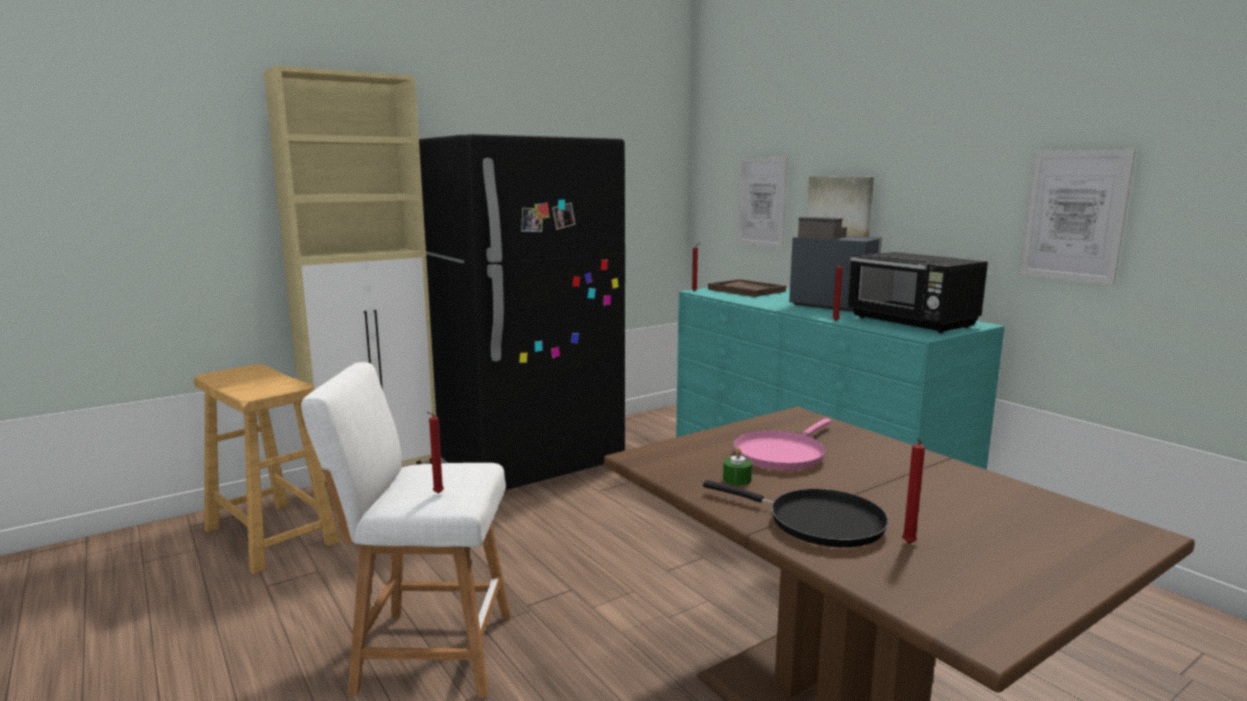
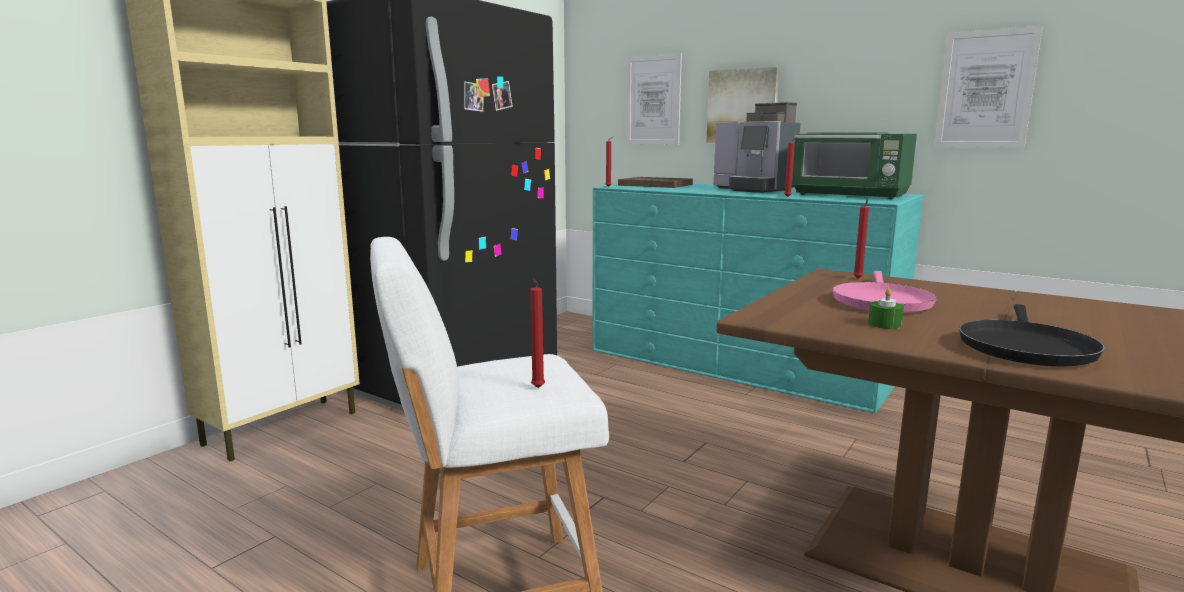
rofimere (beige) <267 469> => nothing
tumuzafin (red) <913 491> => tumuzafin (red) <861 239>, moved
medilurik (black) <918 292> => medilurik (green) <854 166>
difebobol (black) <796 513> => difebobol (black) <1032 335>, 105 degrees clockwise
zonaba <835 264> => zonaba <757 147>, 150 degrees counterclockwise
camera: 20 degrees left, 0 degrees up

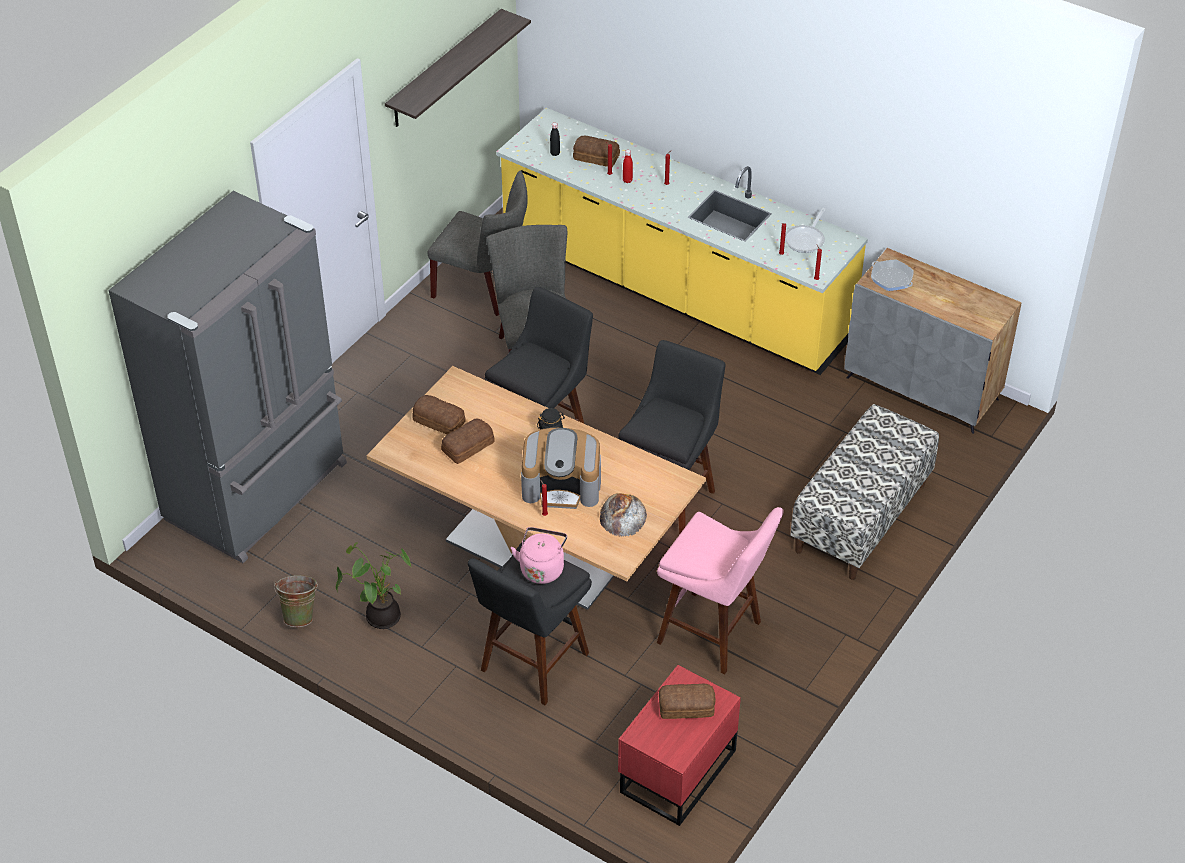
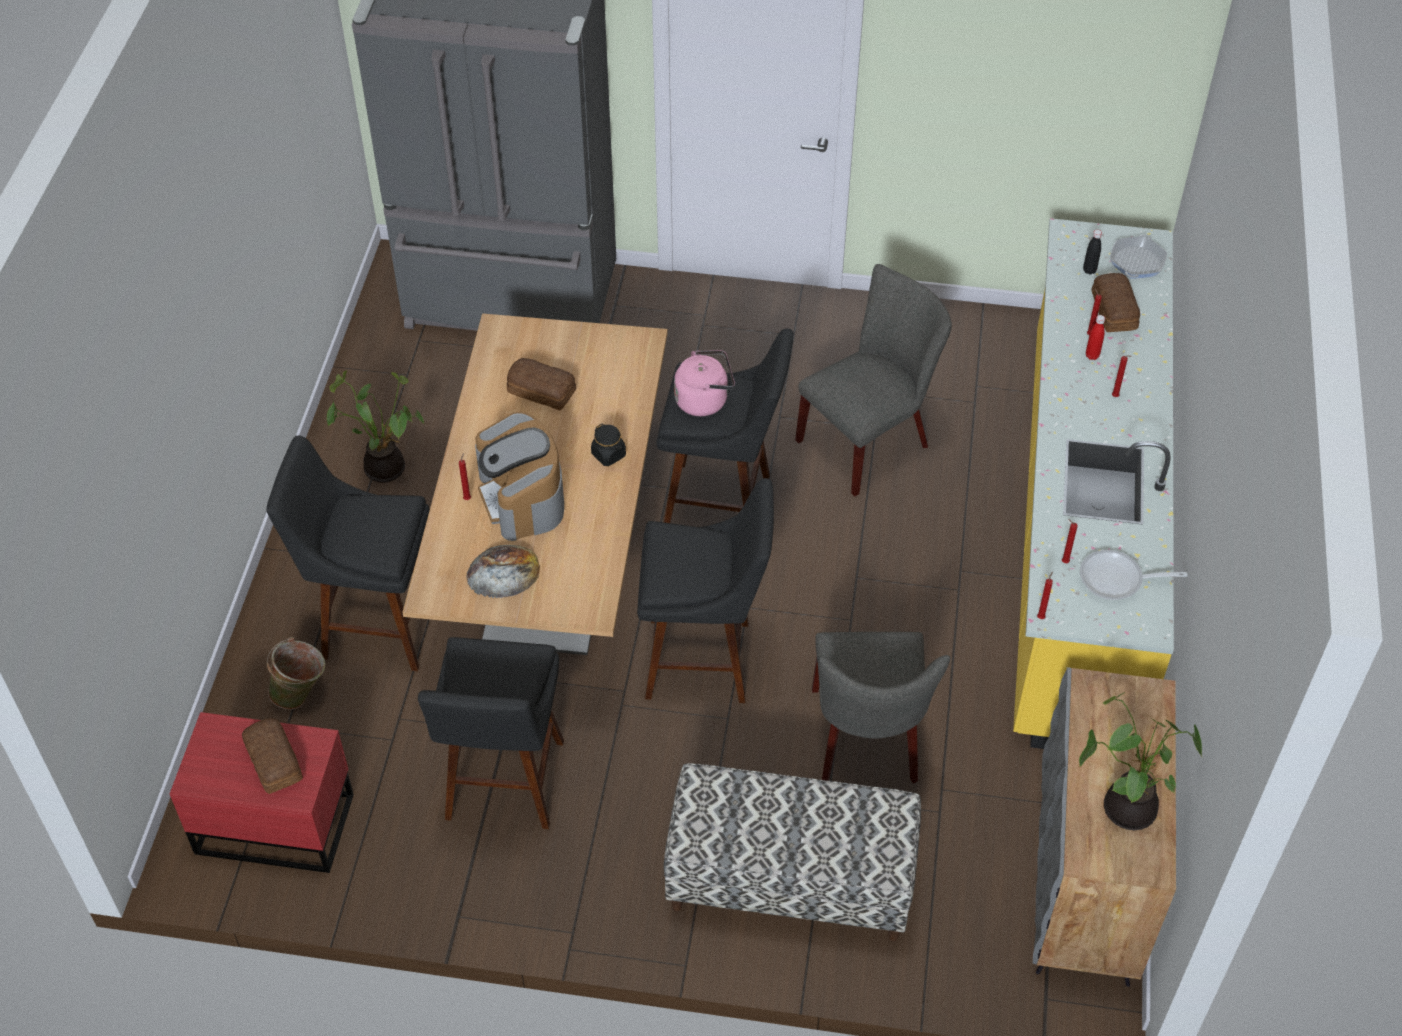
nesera <458 68> => nothing
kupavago <439 415> => nothing
nothing => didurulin <1140 761>
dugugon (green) <296 601> => dugugon (green) <296 673>, moved
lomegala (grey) <477 243> => lomegala (grey) <881 708>, moved
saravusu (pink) <539 555> => saravusu (pink) <704 383>, moved
difebobol <892 275> => difebobol <1138 256>, moved
rofimere (pink) <720 590> => rofimere (black) <491 733>
camera: 65 degrees right, 5 degrees up

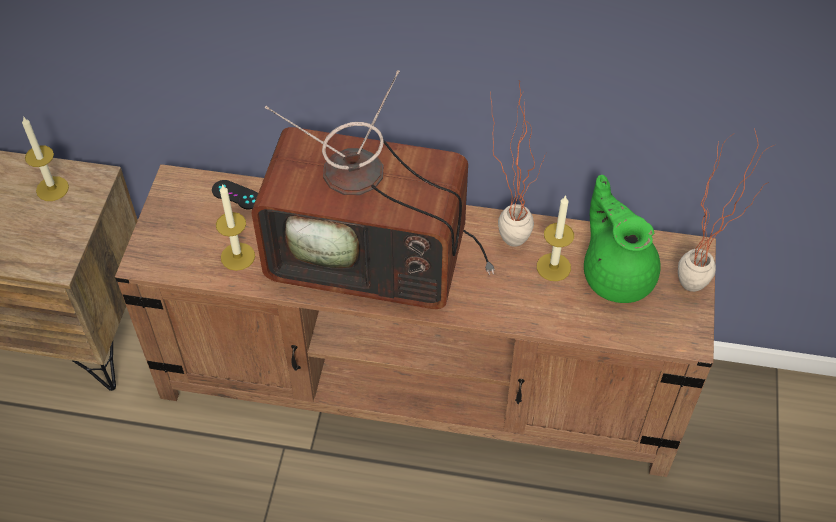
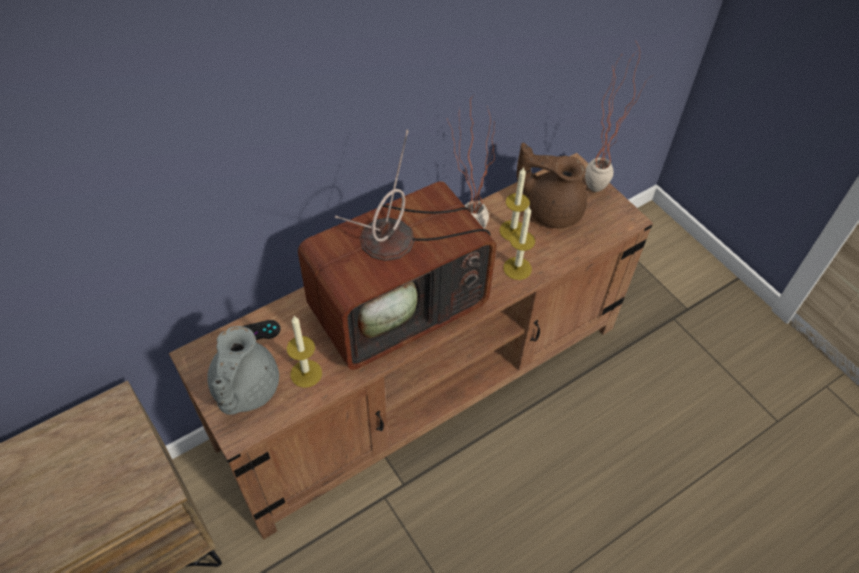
nothing => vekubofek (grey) <243 370>
tumuzafin <45 158> => tumuzafin <519 243>, moved
vekubofek (green) <622 239> => vekubofek (brown) <552 185>
camera: 45 degrees left, 0 degrees up

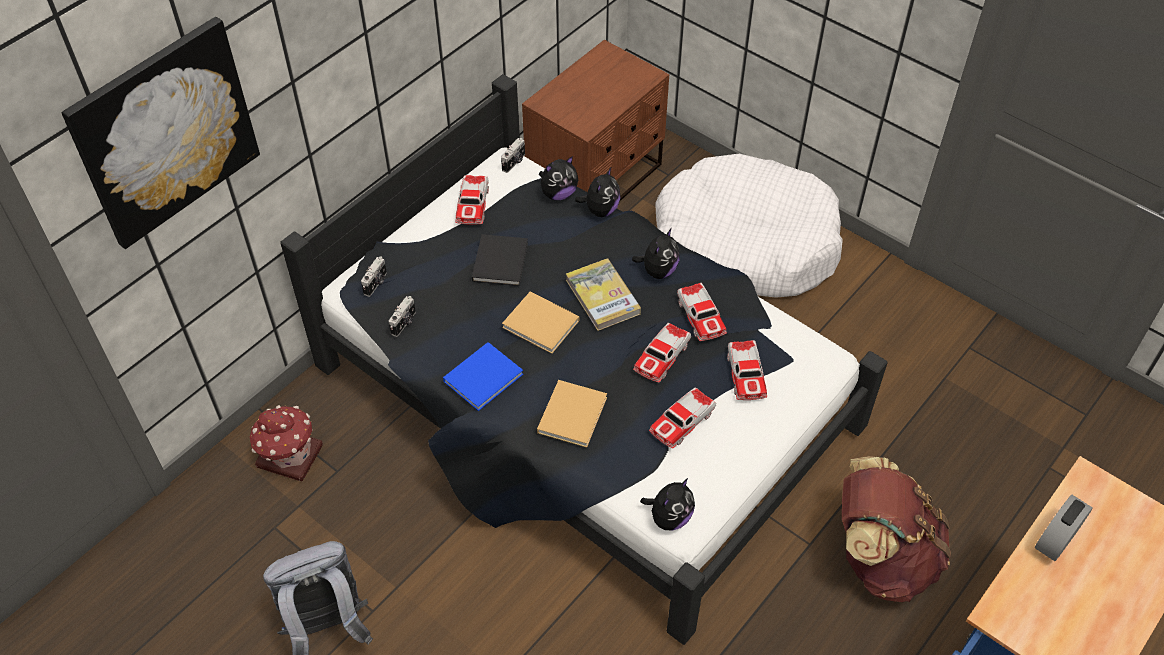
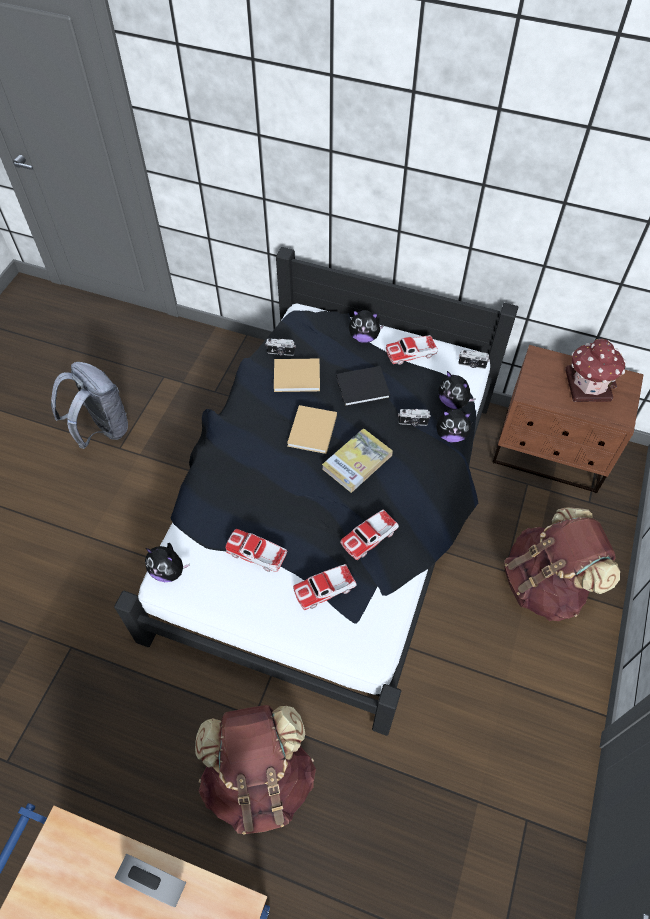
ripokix <160 133> => nothing
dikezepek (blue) <483 376> => nothing
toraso <662 353> => nothing
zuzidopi <286 443> => zuzidopi <595 370>, moved
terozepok <374 276> => terozepok <414 417>, moved
dikezepek (beige) <572 414> => dikezepek (beige) <297 375>, moved
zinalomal <656 253> => zinalomal <366 326>, moved
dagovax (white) <749 226> => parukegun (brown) <562 564>
camera: 70 degrees right, 5 degrees up

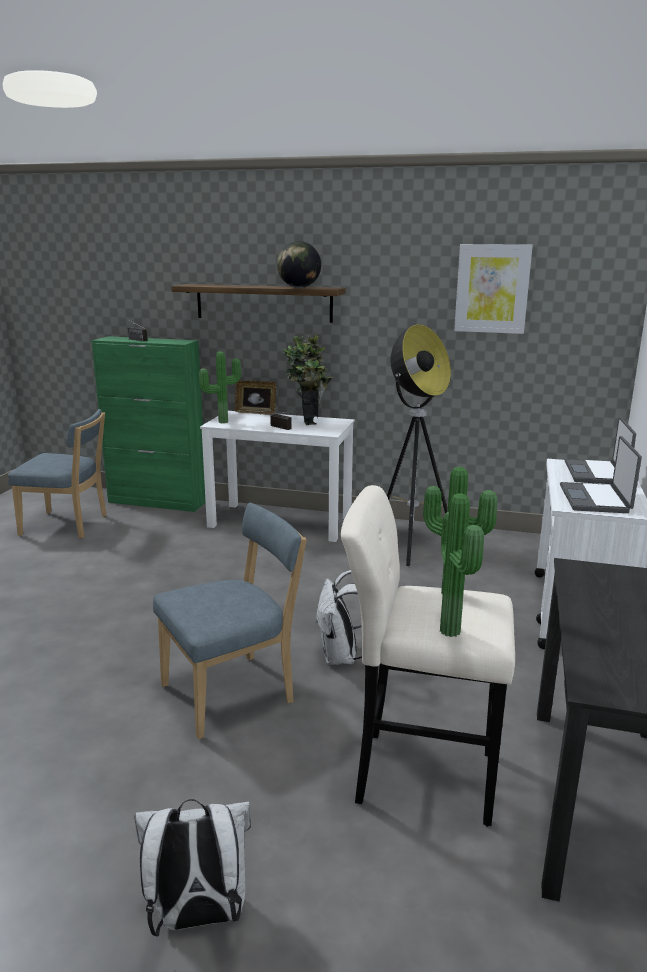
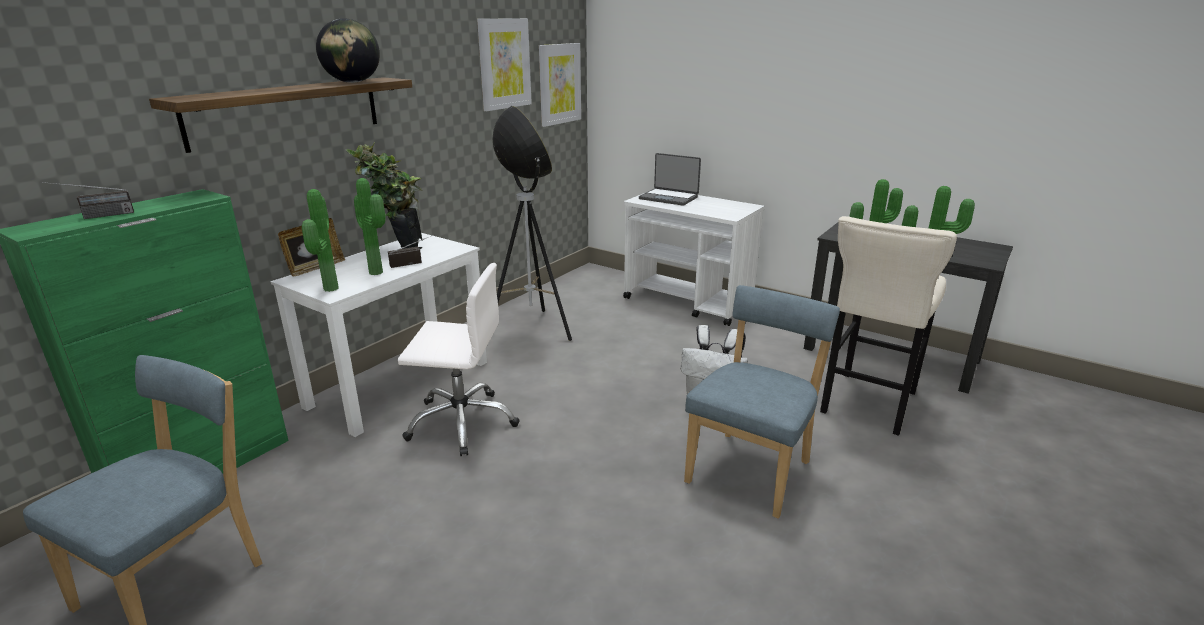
parukegun (white) <192 868> => nothing
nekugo <601 474> => nothing
nothing => didurulin <370 226>
nothing => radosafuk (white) <459 359>
nothing => ripokix <560 85>
lomegala (blue) <230 621> => lomegala (blue) <762 402>, 45 degrees clockwise
camera: 70 degrees left, 5 degrees up

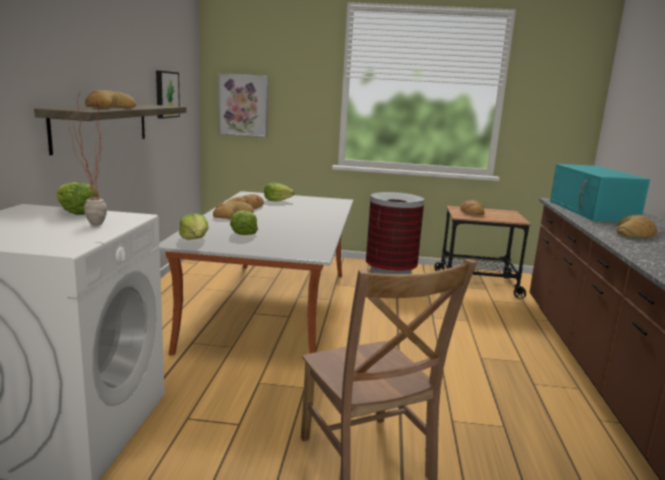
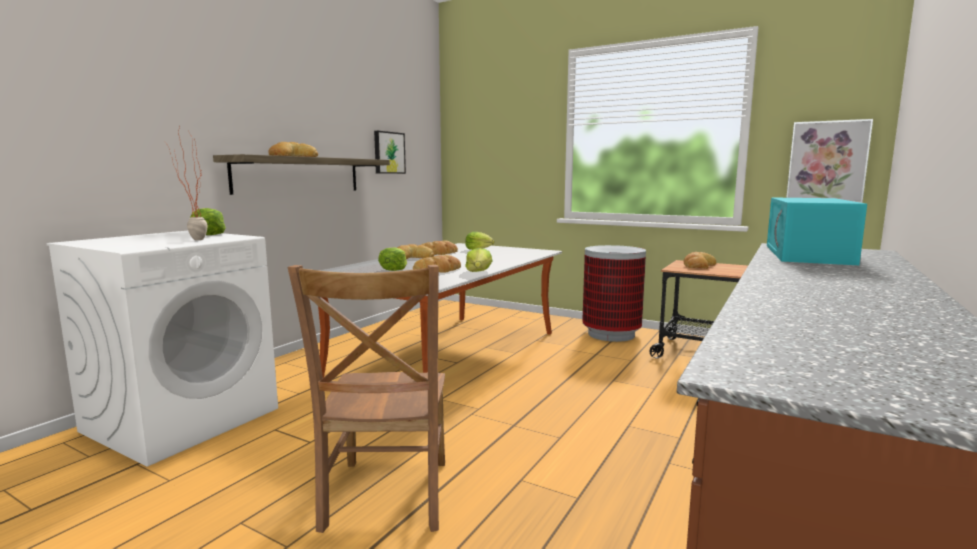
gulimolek <194 226> => gulimolek <478 260>, moved
ripokix <243 105> => ripokix <829 161>, moved
kupavago <636 226> => kupavago <437 264>, moved
camera: 25 degrees right, 5 degrees down

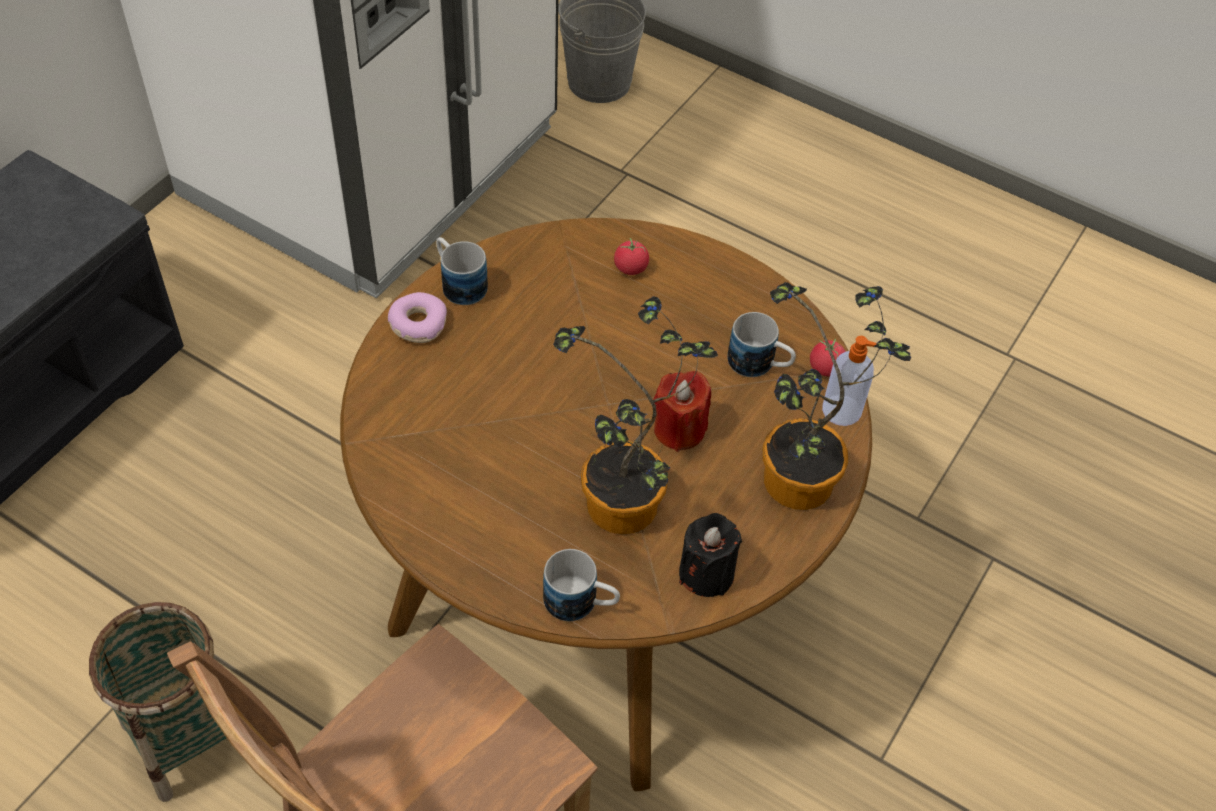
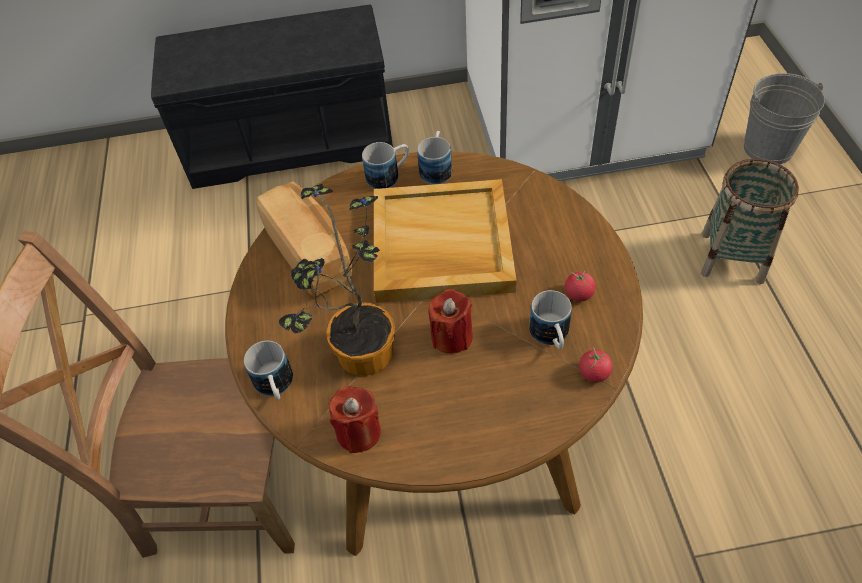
didurulin <836 396> => nothing
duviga <853 381> => nothing
nothing => kupavago <304 239>
nothing => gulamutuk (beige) <445 241>
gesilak <157 702> => gesilak <750 221>, moved
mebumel <631 256> => mebumel <580 285>, moved
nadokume <417 317> => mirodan <385 165>
tumuzafin (black) <710 555> => tumuzafin (red) <354 419>
camera: 55 degrees right, 0 degrees up

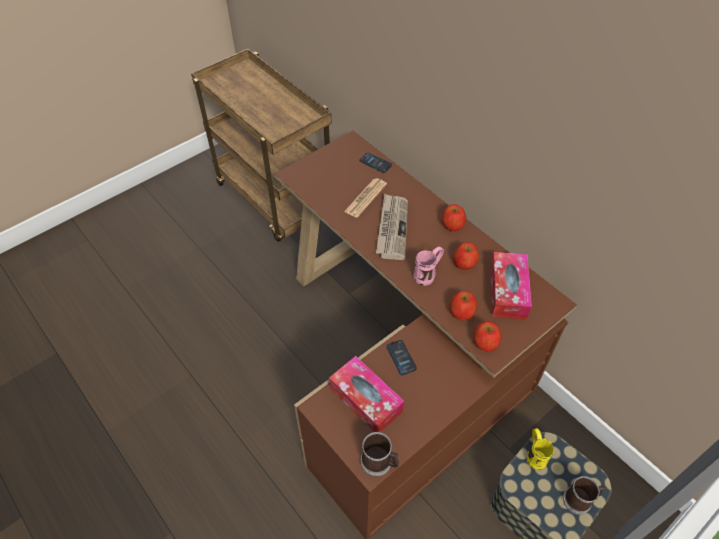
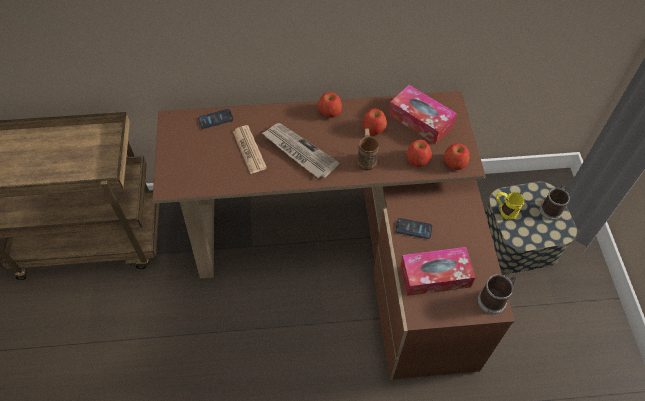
mirodan (pink) <429 266> => mirodan (brown) <368 149>
camera: 55 degrees left, 5 degrees up

